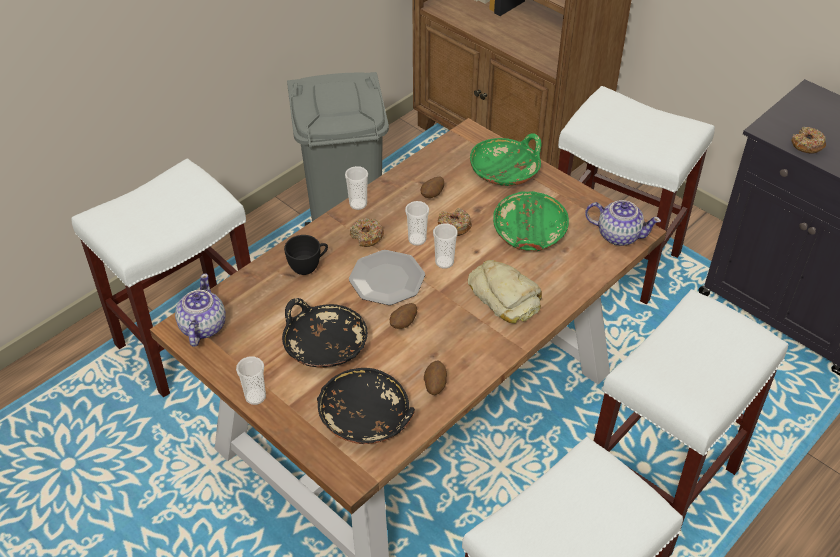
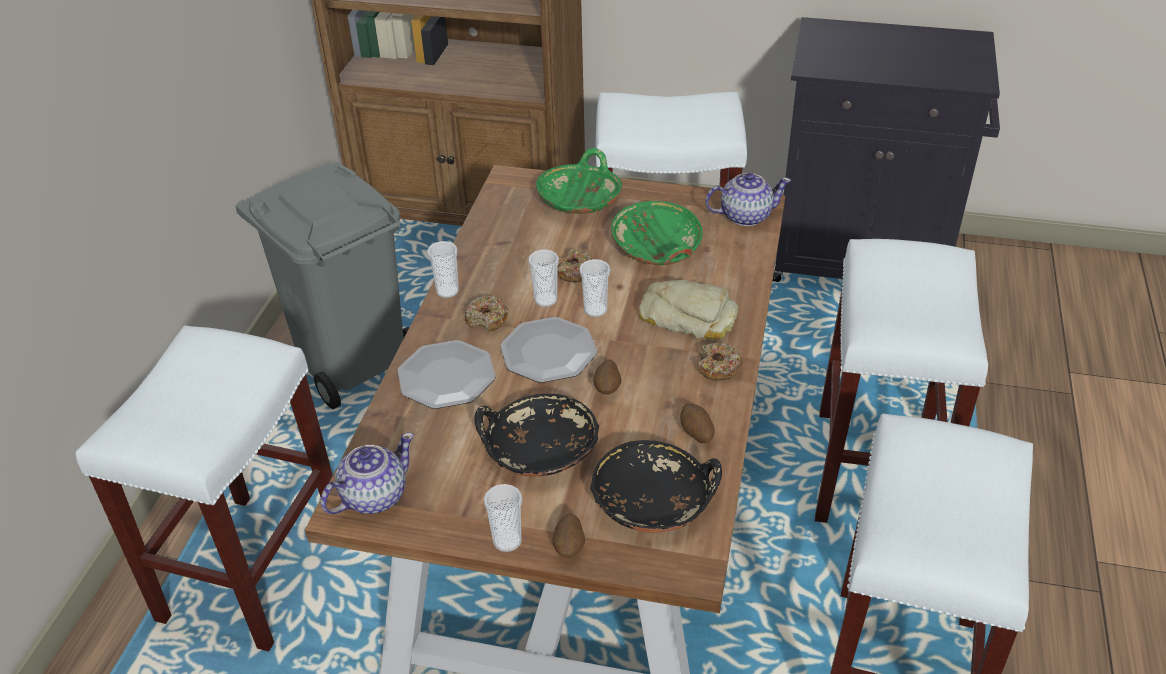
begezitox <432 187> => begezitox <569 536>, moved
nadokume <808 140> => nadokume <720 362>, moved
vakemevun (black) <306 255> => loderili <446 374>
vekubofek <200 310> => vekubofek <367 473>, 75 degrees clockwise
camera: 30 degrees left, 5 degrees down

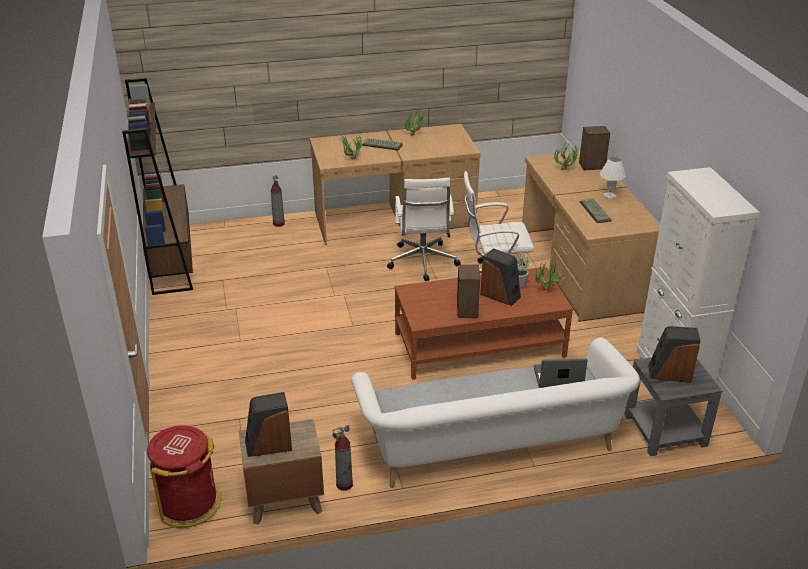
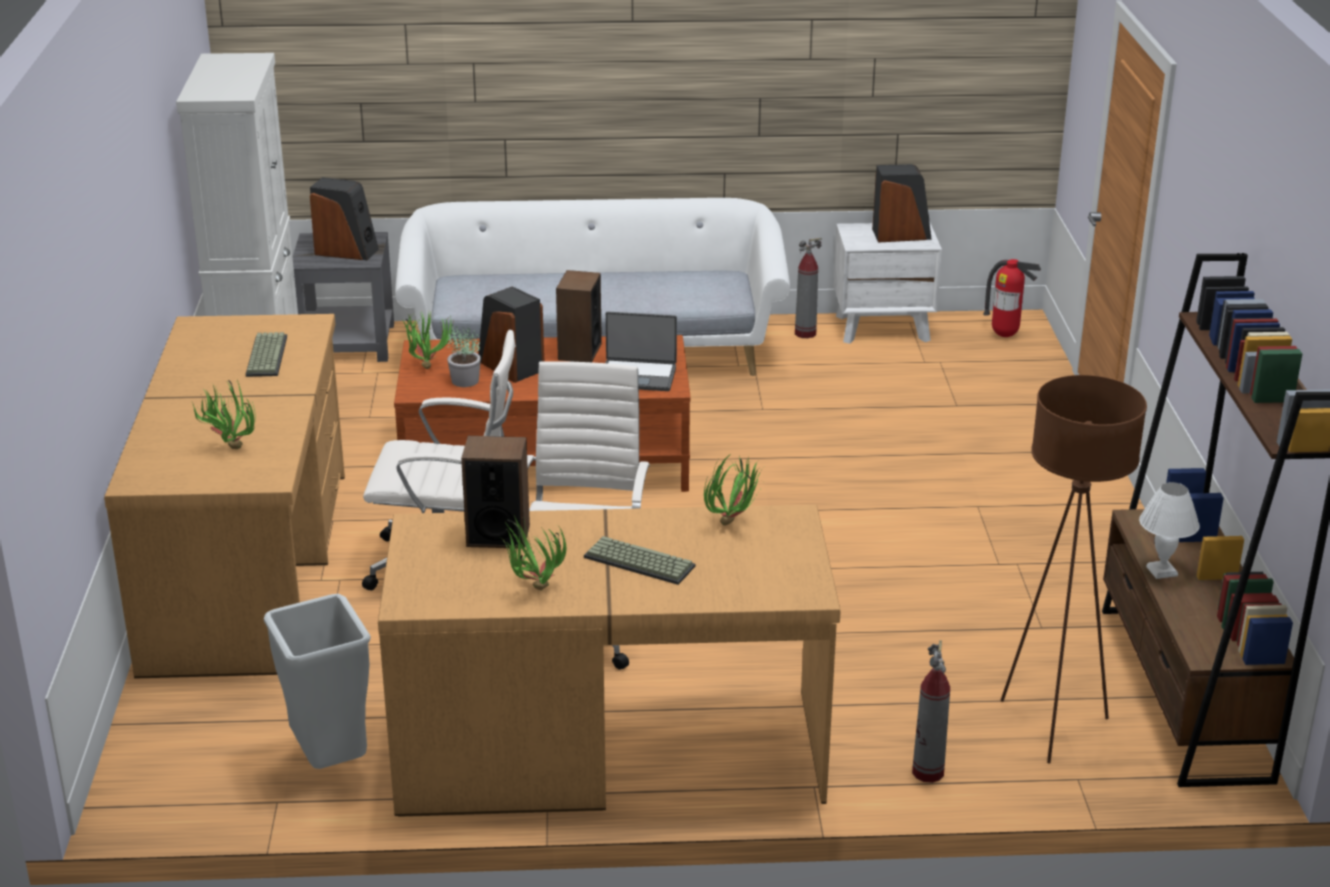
nothing => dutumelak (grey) <317 681>
nothing => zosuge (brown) <1074 569>
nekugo <561 373> => nekugo <641 351>, moved
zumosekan <594 148> => zumosekan <495 492>, moved
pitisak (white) <613 178> => pitisak (white) <1169 530>, moved
dutumelak (red) <184 476> => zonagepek <1012 298>
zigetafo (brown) <281 472> => zigetafo (white) <888 283>
camera: 170 degrees left, 5 degrees down

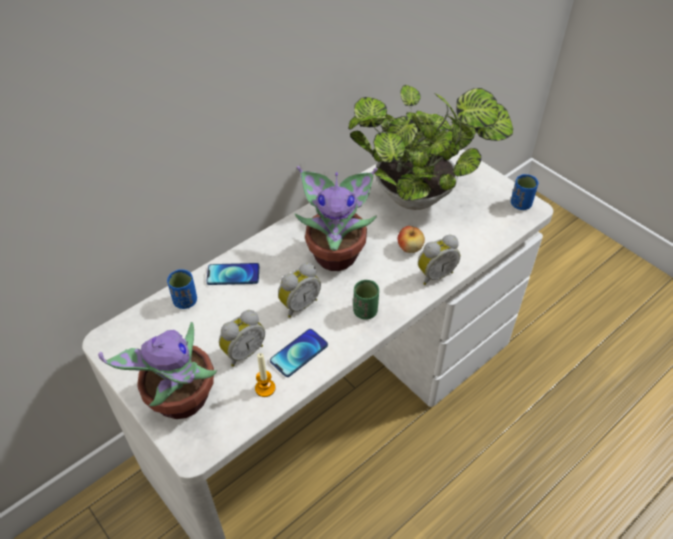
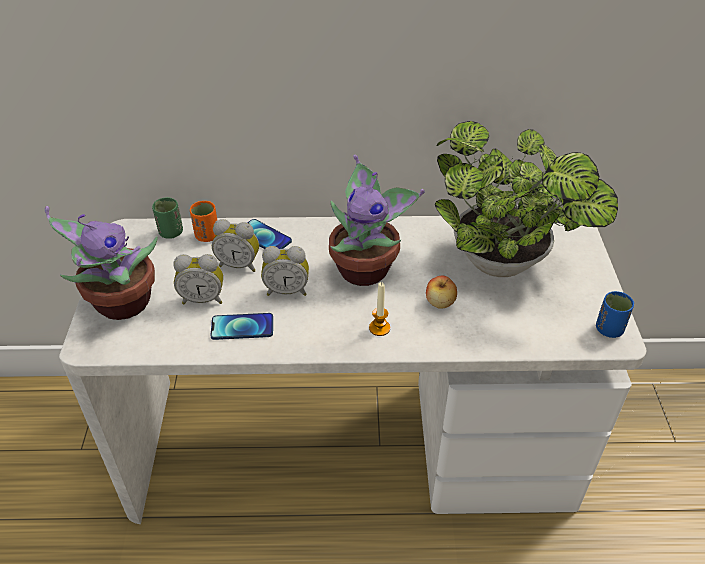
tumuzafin <265 375> => tumuzafin <379 309>, moved
vakemevun (green) <366 299> => vakemevun (green) <167 218>, moved
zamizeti <439 260> => zamizeti <235 245>, moved
vakemevun (blue) <182 289> => vakemevun (orange) <203 221>
camera: 40 degrees right, 5 degrees down

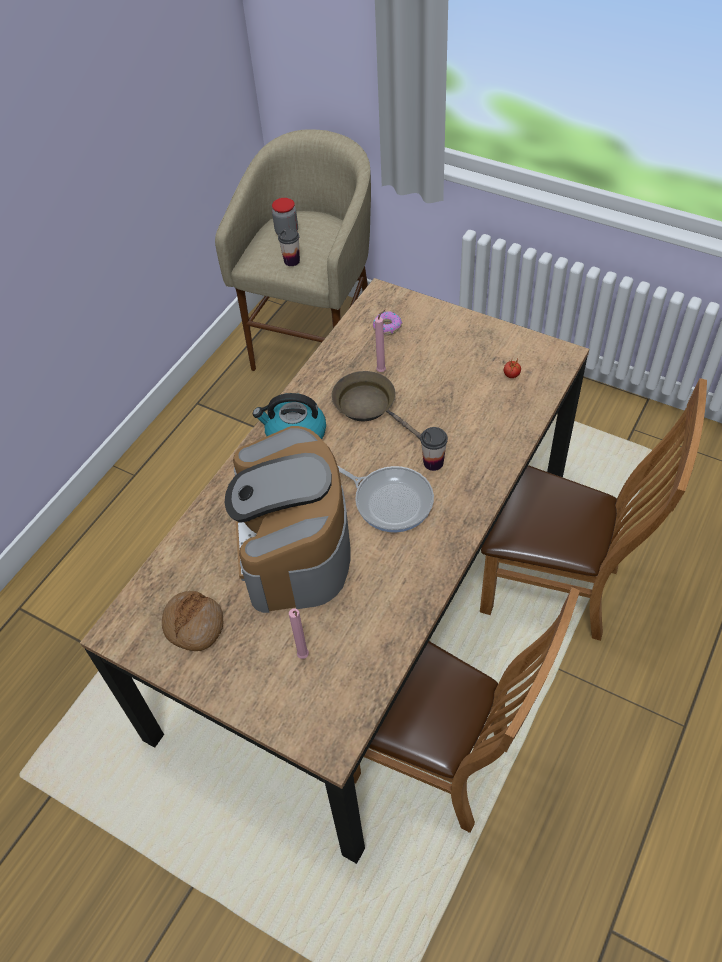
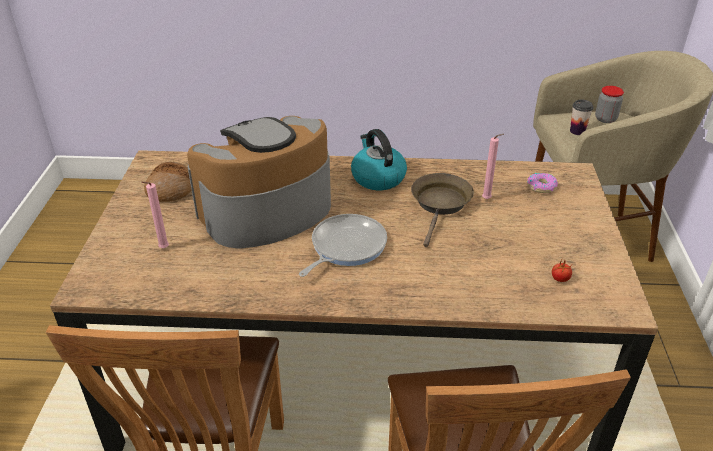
vakemevun <434 449> => nothing
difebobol <386 499> => difebobol <343 245>, 150 degrees counterclockwise
camera: 60 degrees right, 15 degrees down

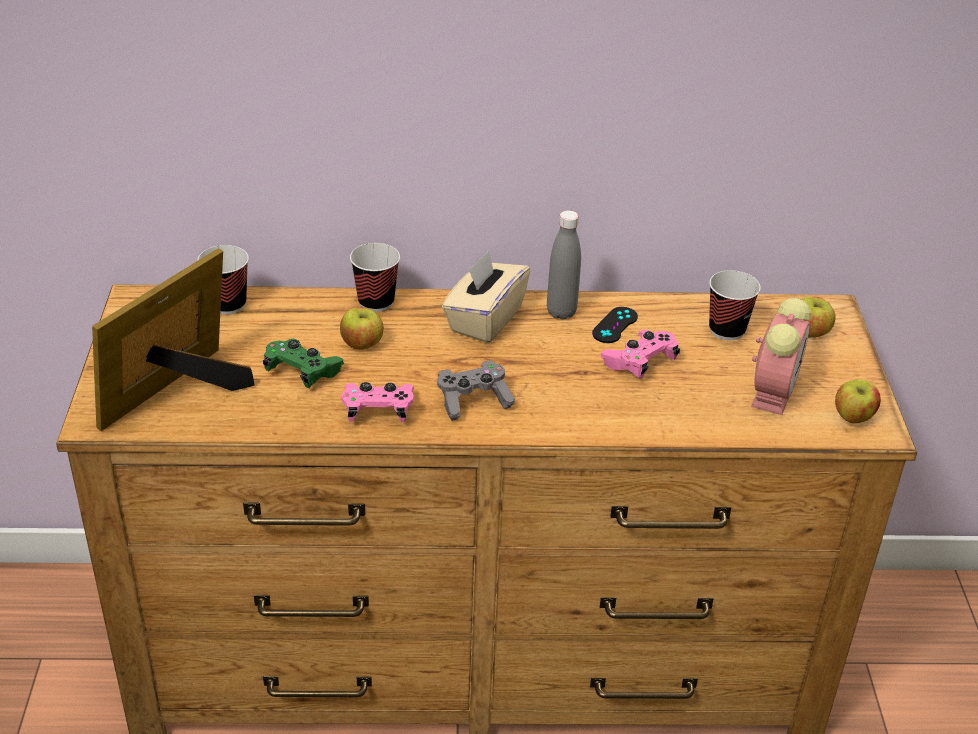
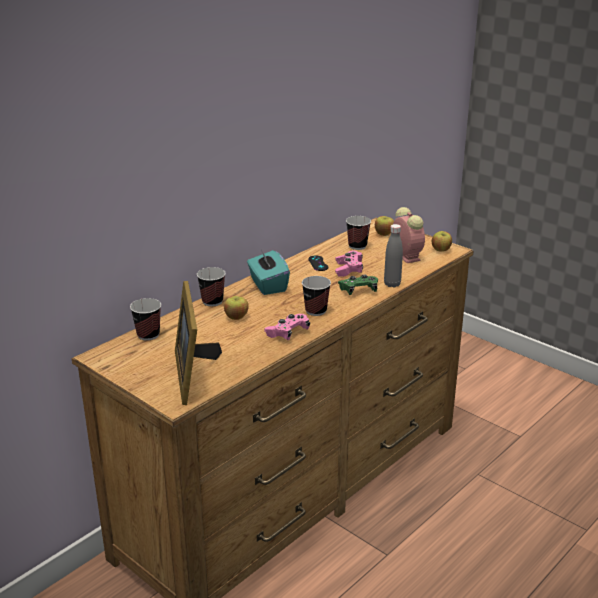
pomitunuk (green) <303 363> => pomitunuk (green) <358 285>, moved
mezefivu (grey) <564 265> => mezefivu (grey) <393 256>, moved
pomitunuk (grey) <476 391> => vakemevun <316 296>
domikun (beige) <486 297> => domikun (turquoise) <268 272>
camera: 45 degrees left, 10 degrees down

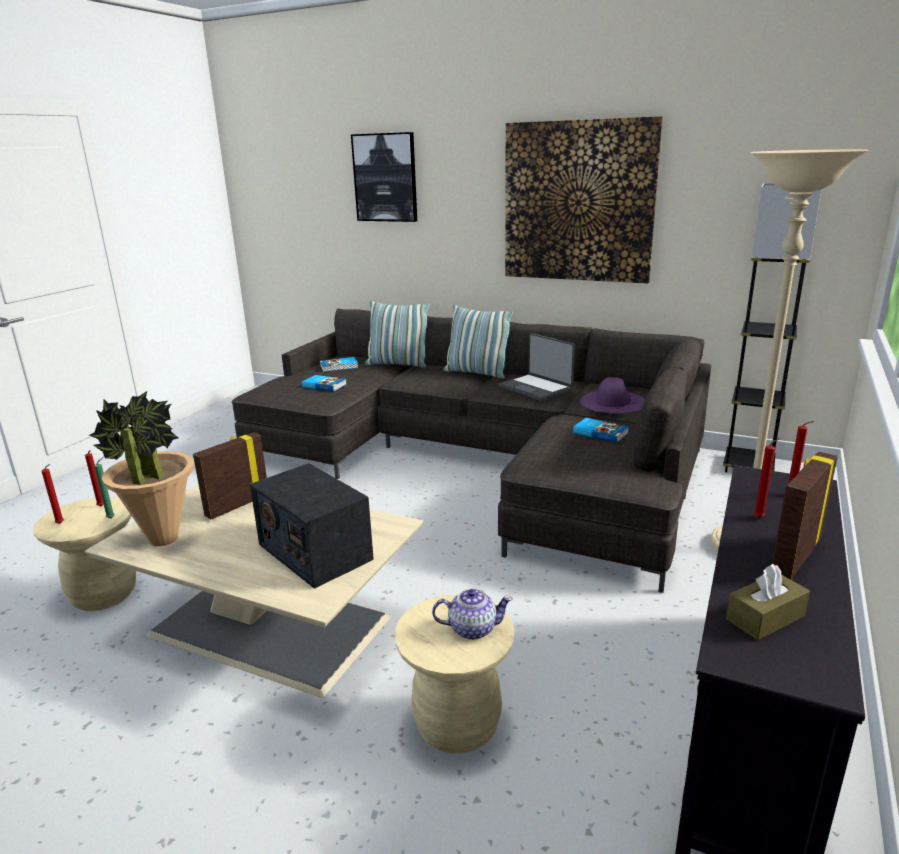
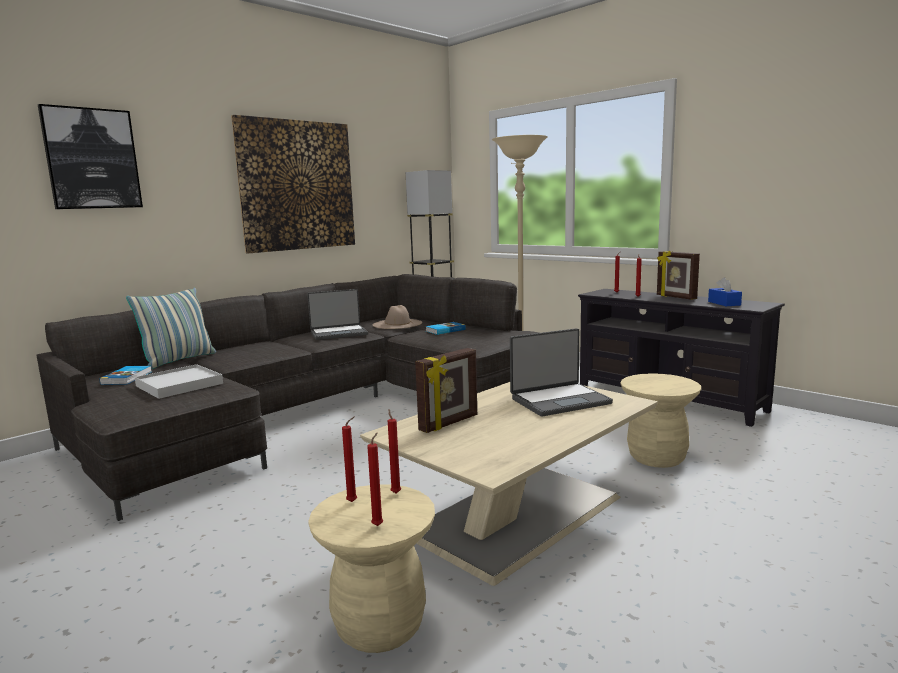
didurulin <141 468> => nothing
vekubofek <472 614> => nothing
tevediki <478 342> => nothing
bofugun <312 526> => nekugo <561 372>
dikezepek <324 383> => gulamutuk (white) <179 381>
tumuzafin (green) <104 488> => tumuzafin (red) <394 451>
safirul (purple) <612 395> => safirul (beige) <397 317>
domikun (brown) <768 602> => domikun (blue) <725 291>
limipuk <230 475> => limipuk <446 390>, 105 degrees counterclockwise
camera: 70 degrees left, 10 degrees down

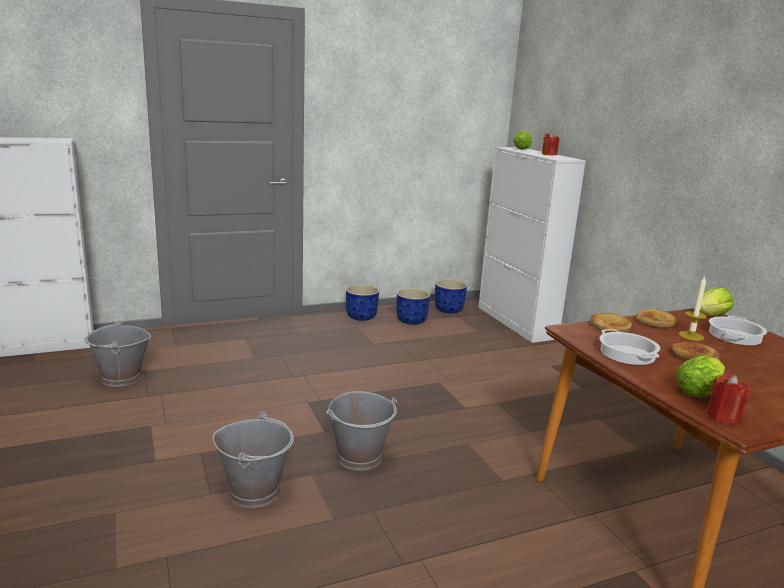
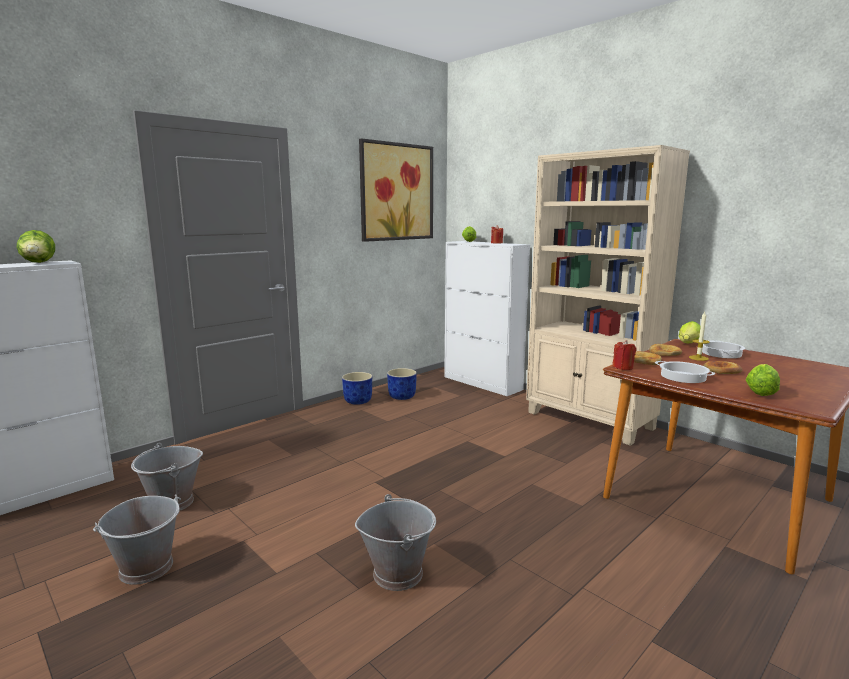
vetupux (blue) <451 296> => nothing
nothing => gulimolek <36 246>
nothing => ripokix <396 190>
nothing => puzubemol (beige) <608 295>
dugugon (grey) <361 431> => dugugon (grey) <137 539>, moved
tumuzafin (red) <728 399> => tumuzafin (red) <624 355>, moved
camera: 20 degrees left, 5 degrees down

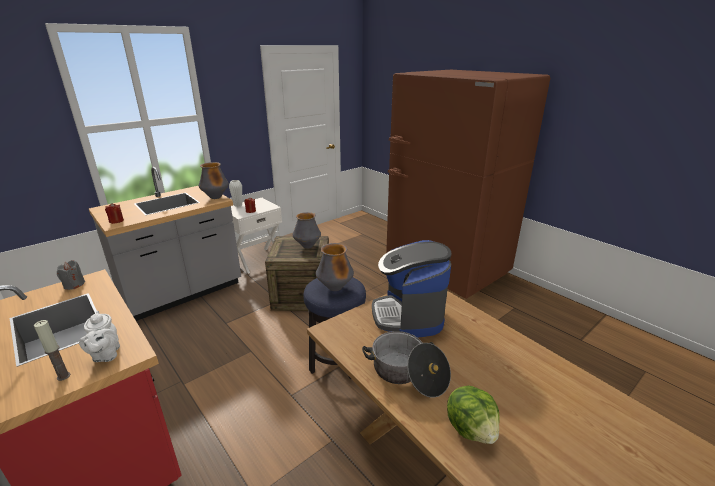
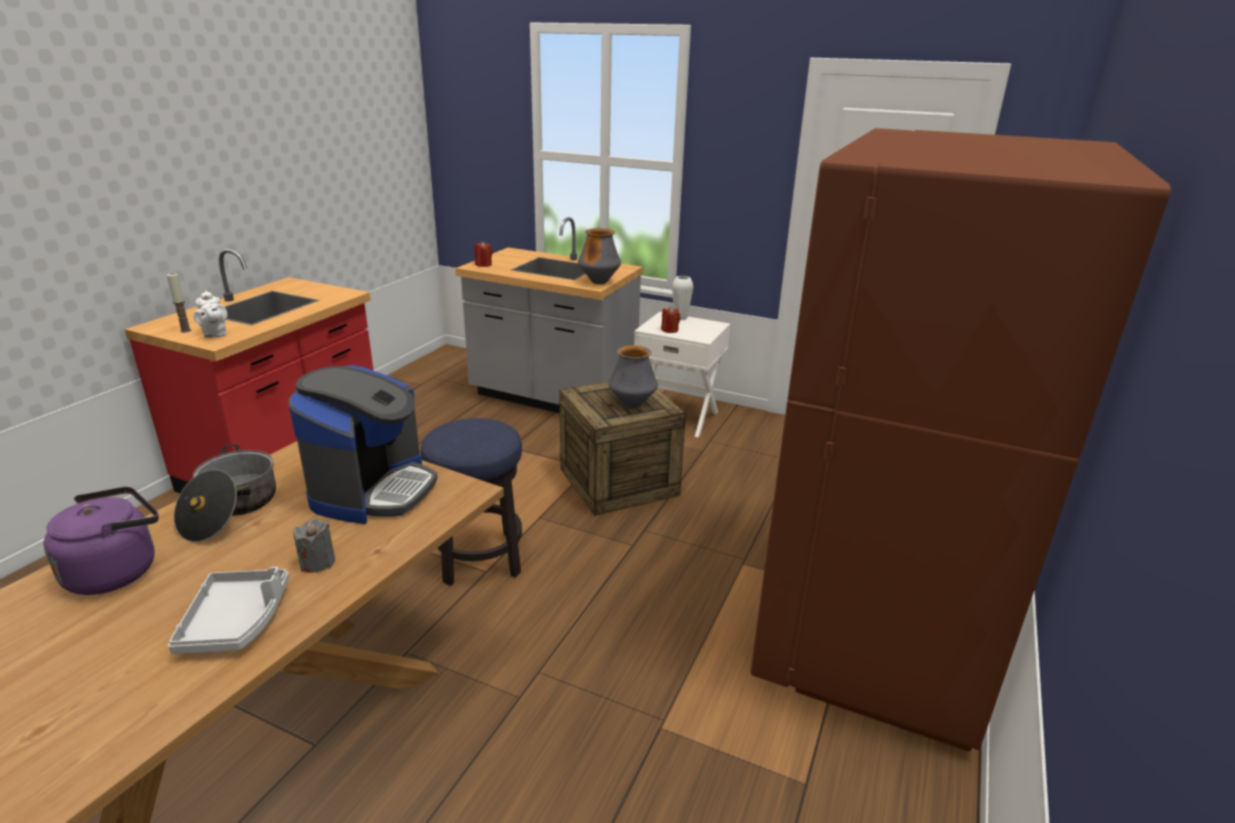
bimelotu <335 267> => nothing
nothing => gulamutuk (grey) <228 610>
tumuzafin (grey) <71 275> => tumuzafin (grey) <314 545>, moved
gulimolek <473 415> => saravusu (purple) <101 541>
vekubofek (white) <99 336> => vekubofek (white) <210 314>, 75 degrees counterclockwise
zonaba <412 289> => zonaba <362 444>, 135 degrees clockwise
camera: 65 degrees right, 0 degrees up

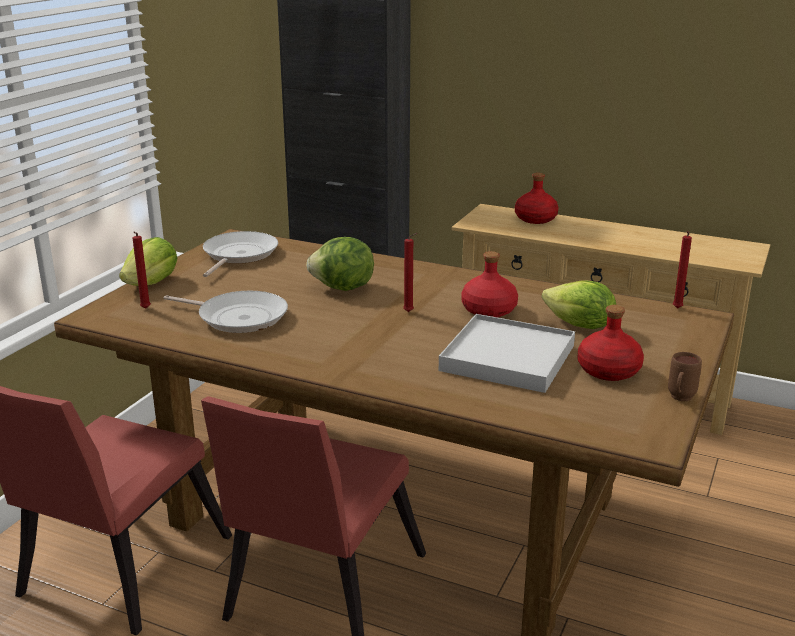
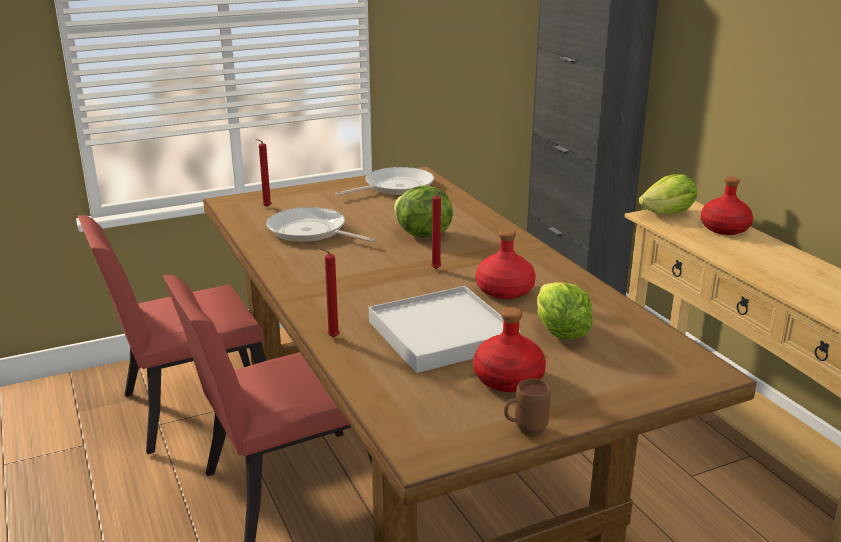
gulimolek <148 261> => gulimolek <668 194>, moved
tumuzafin (red) <682 270> => tumuzafin (red) <329 293>, moved
difebobol <226 312> => difebobol <321 225>, 150 degrees clockwise
camera: 40 degrees right, 0 degrees up

